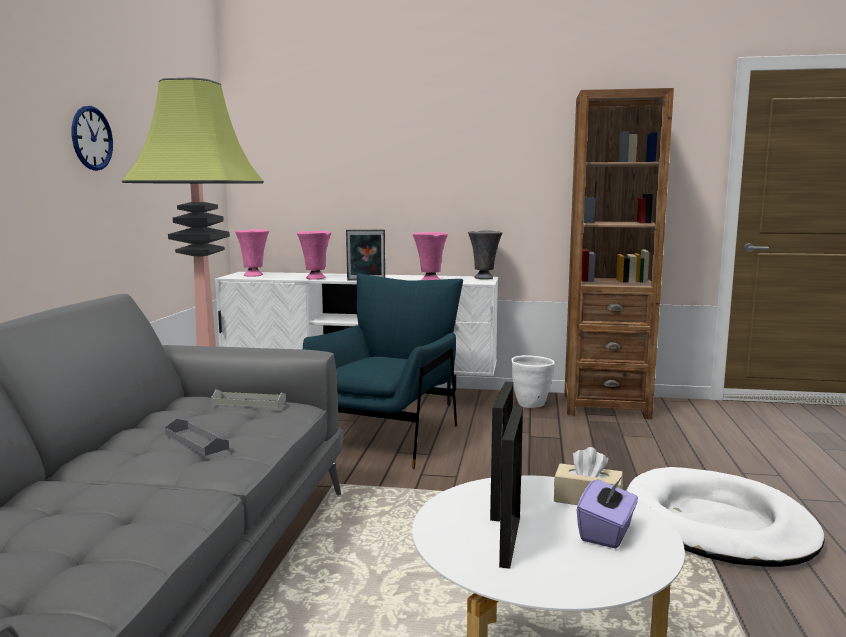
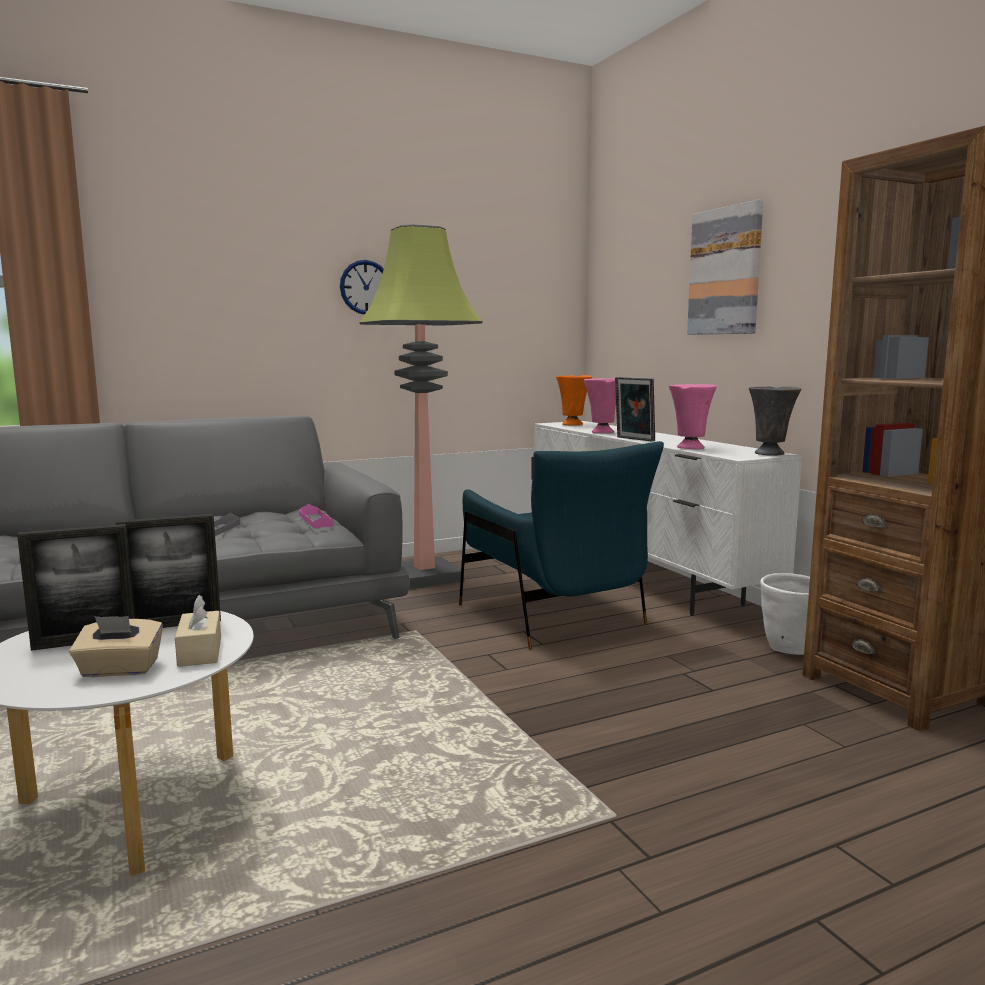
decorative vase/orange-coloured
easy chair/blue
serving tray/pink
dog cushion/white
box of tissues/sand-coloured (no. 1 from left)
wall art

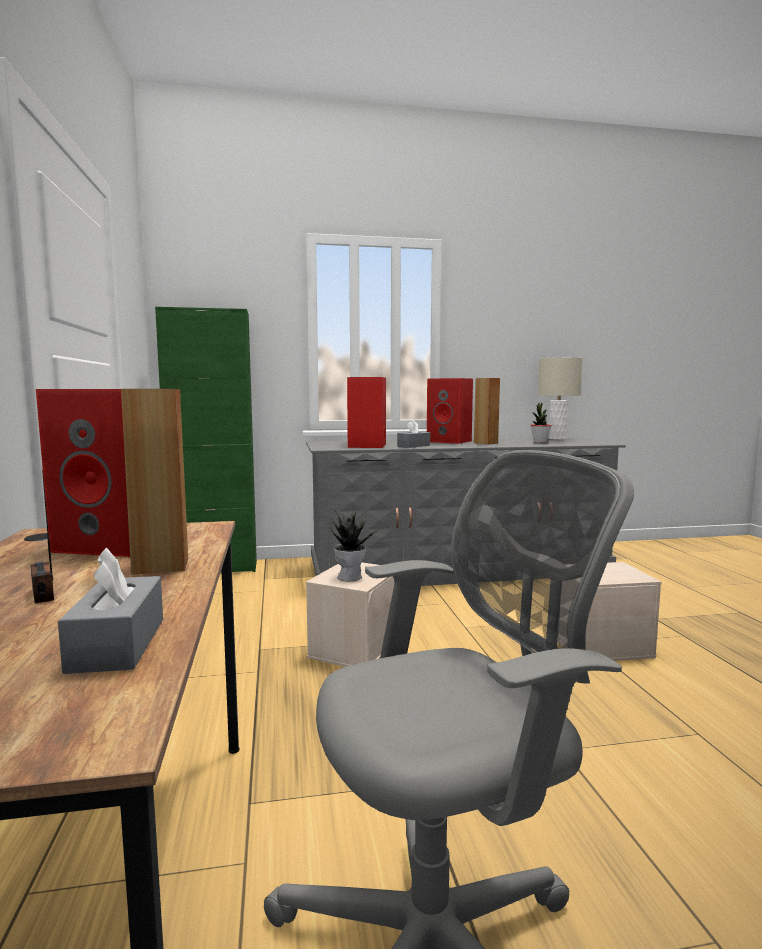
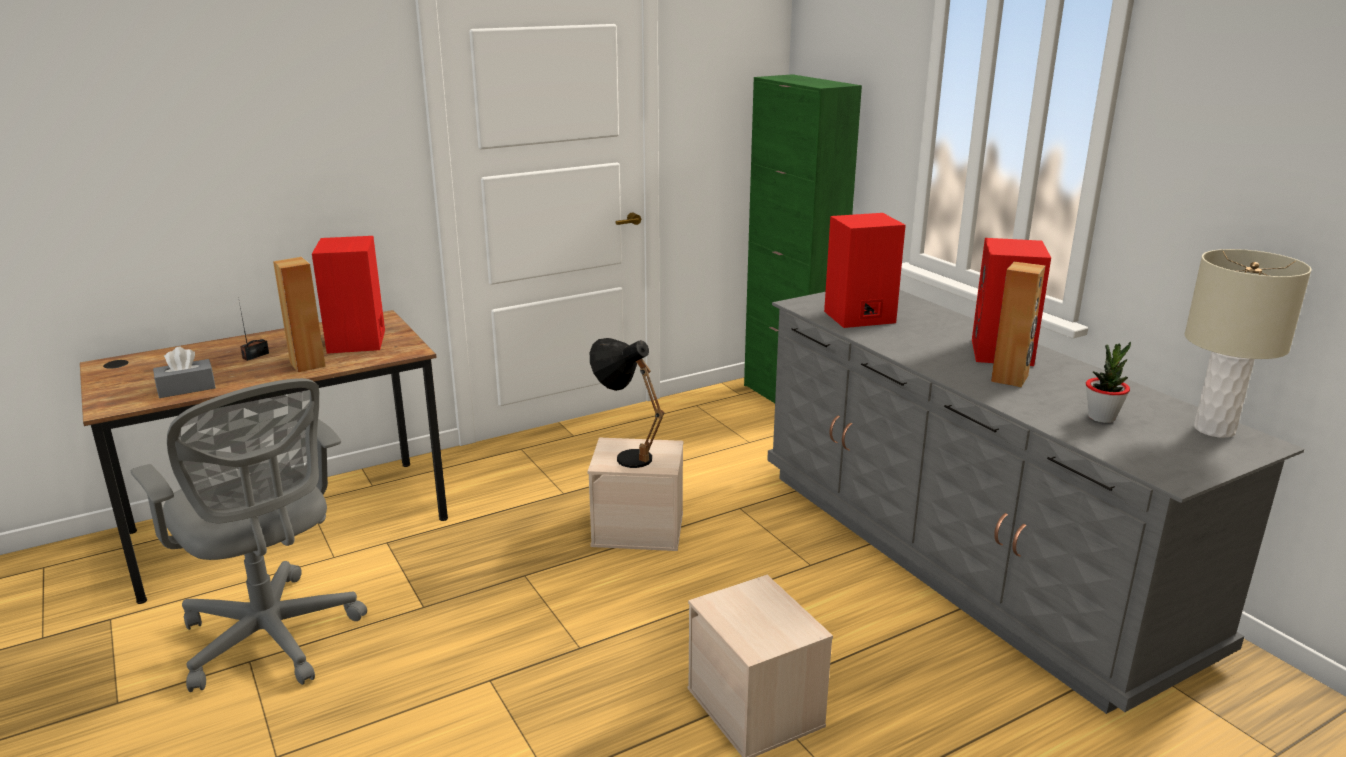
box of tissues/gray (no. 2 from left in the first image)
tabletop lamp/black-coloured

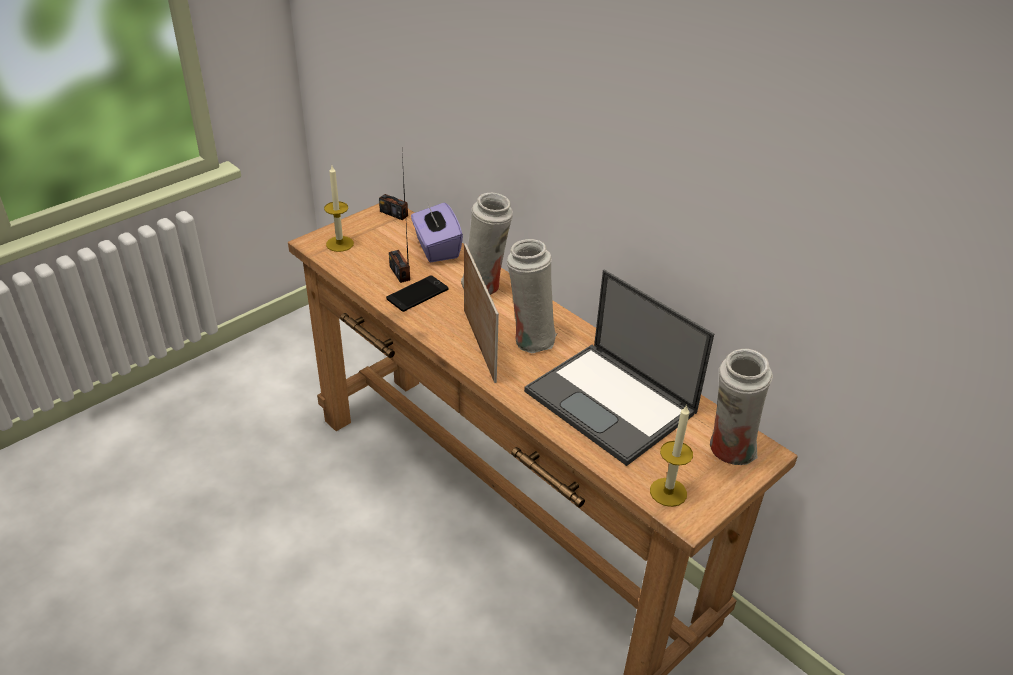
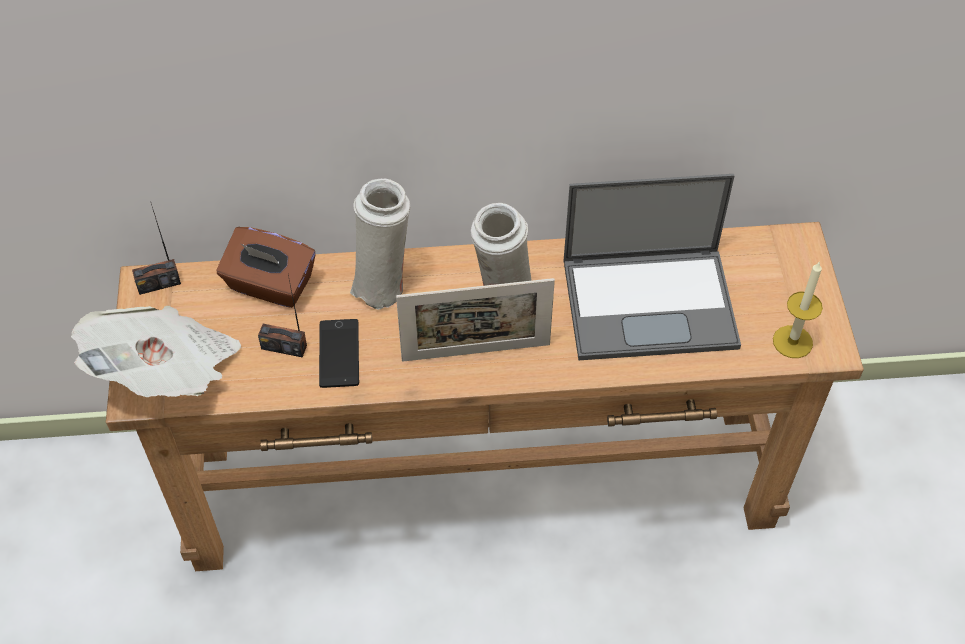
daily paper
box of tissues/brownish
photo frame
decorative vase/white (no. 3 from left in the first image)

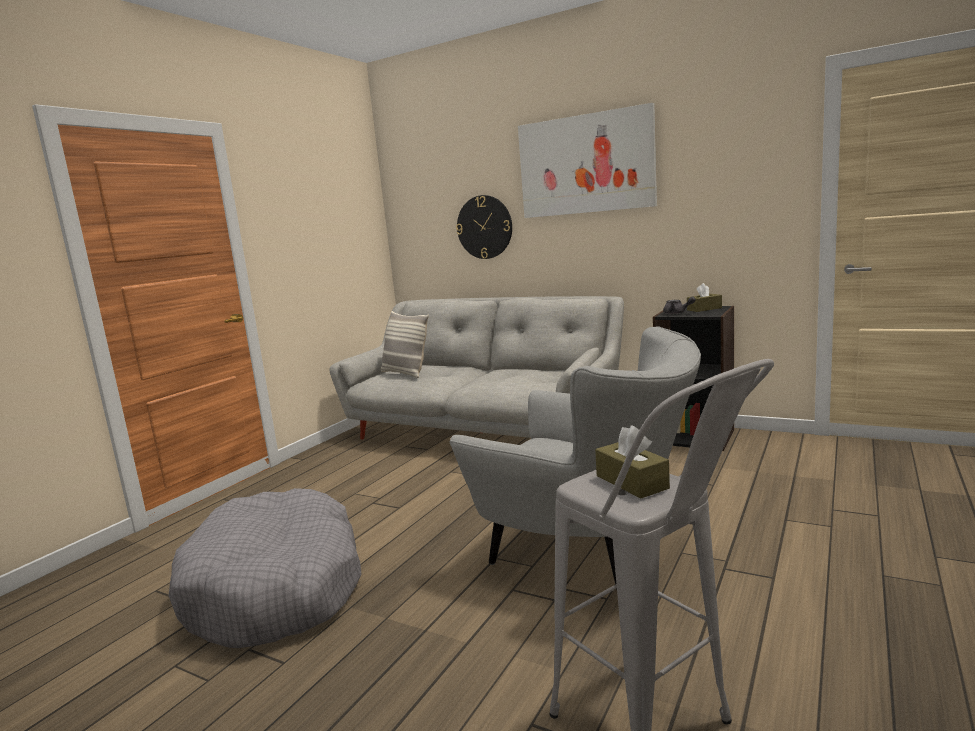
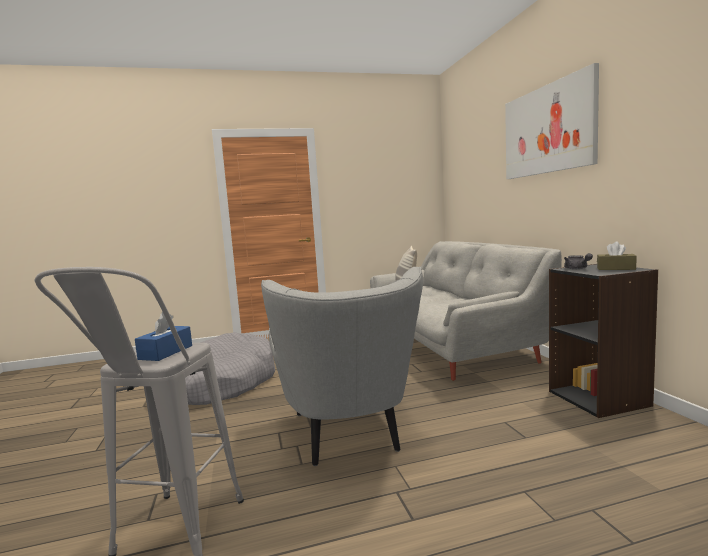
clock on the wall
box of tissues/blue

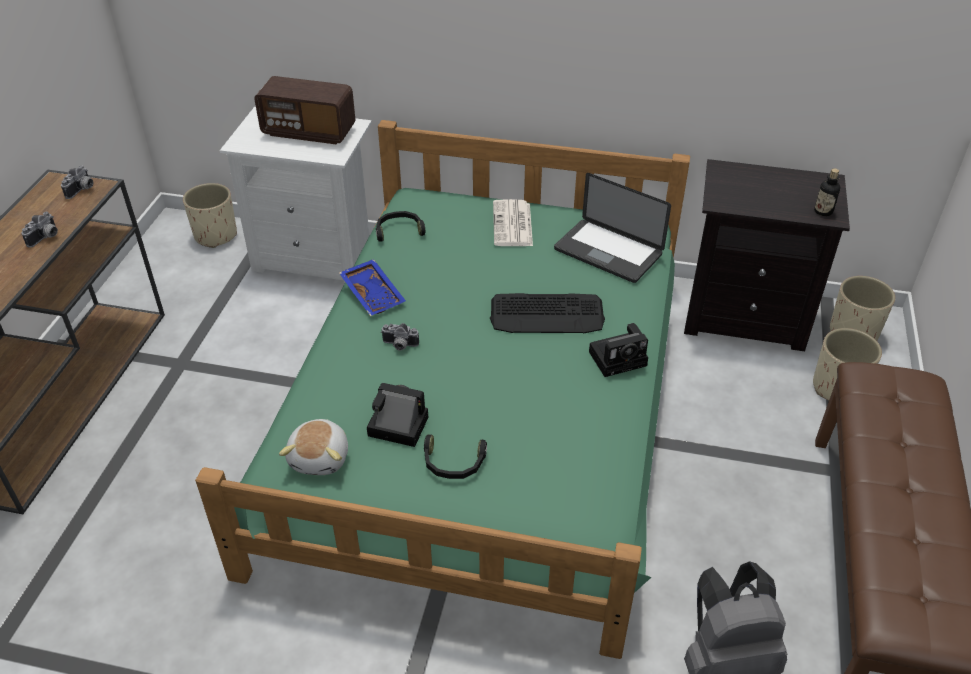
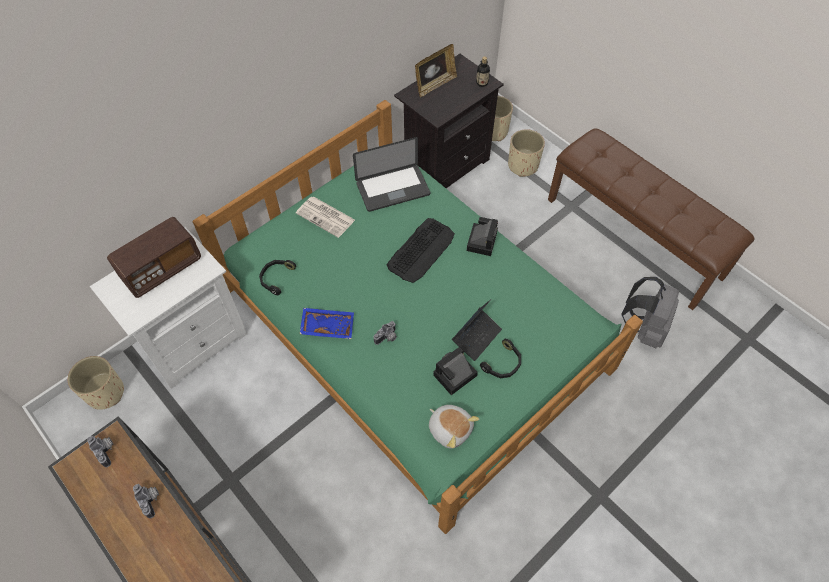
photo frame
portable computer (no. 2 from left)

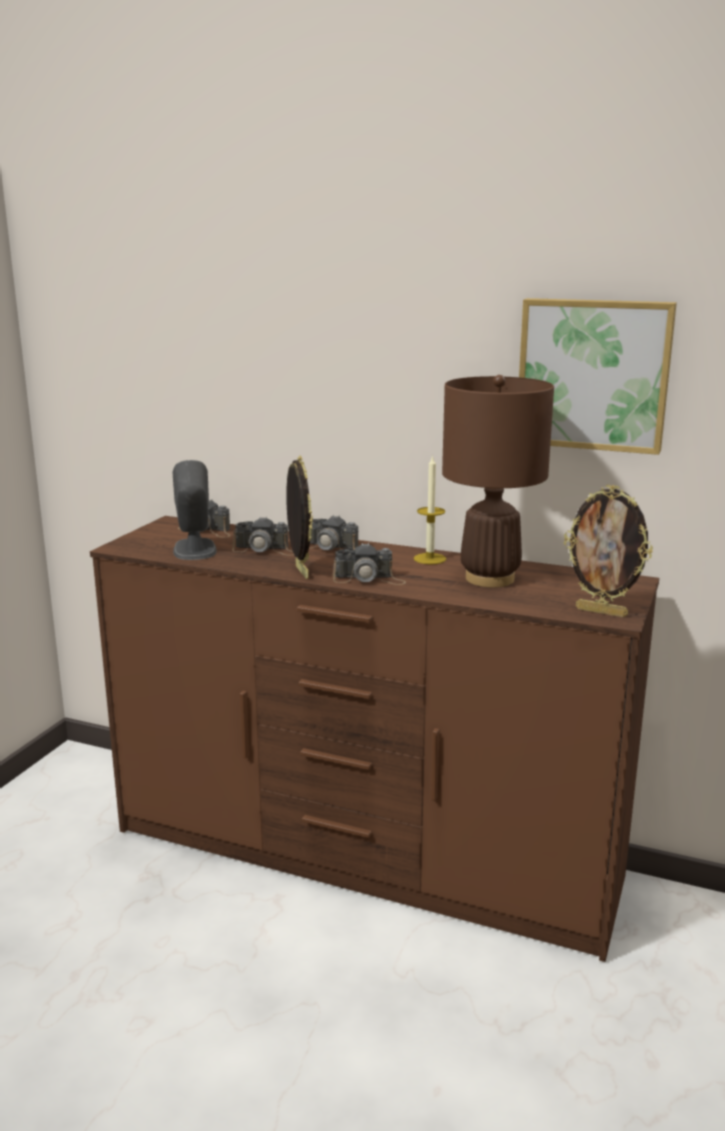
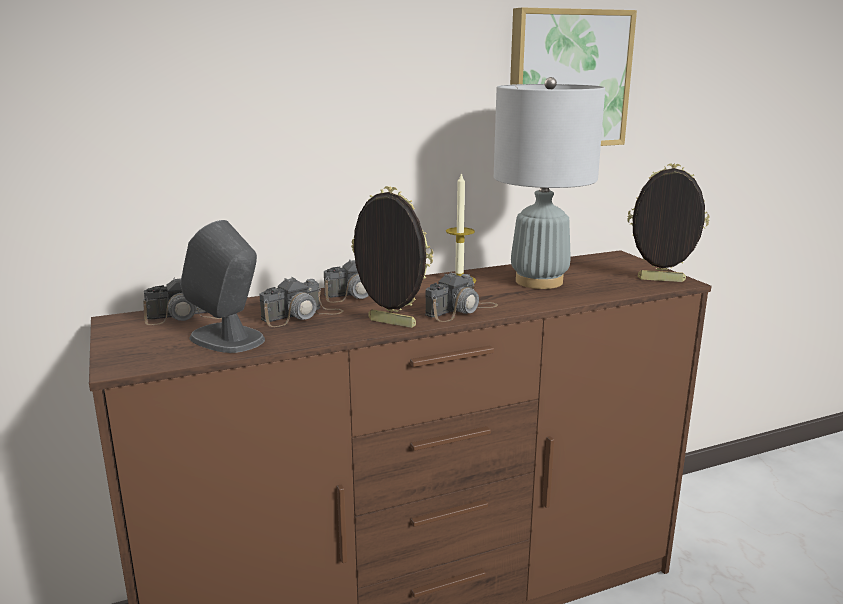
tabletop lamp/gray
photo frame (no. 2 from left)

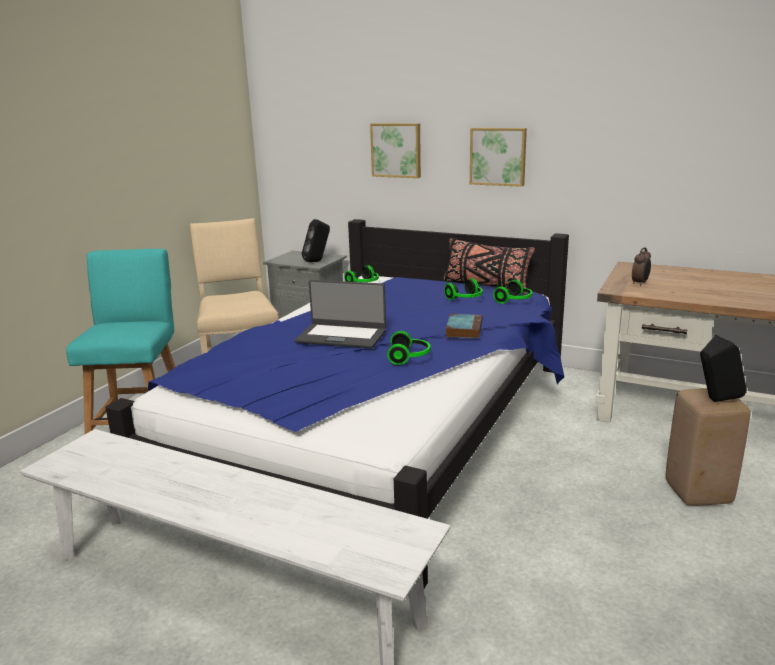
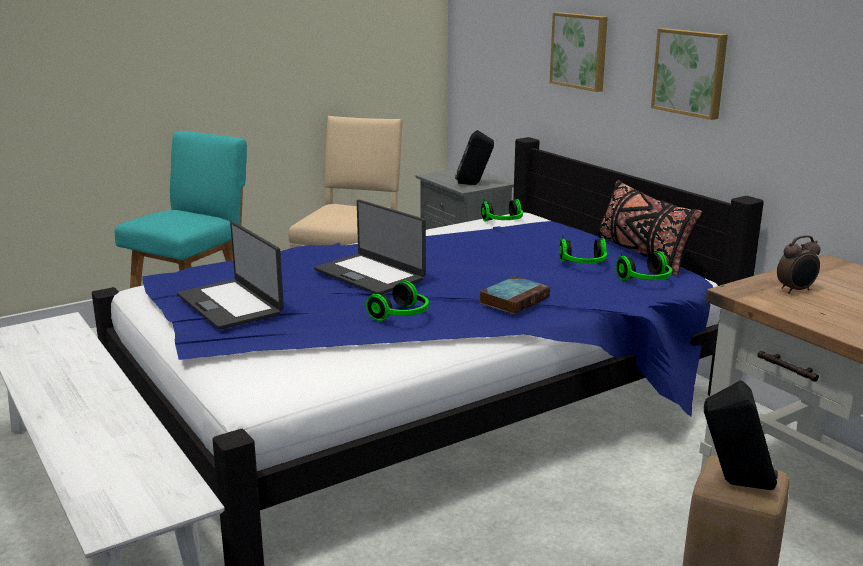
portable computer (no. 1 from left)

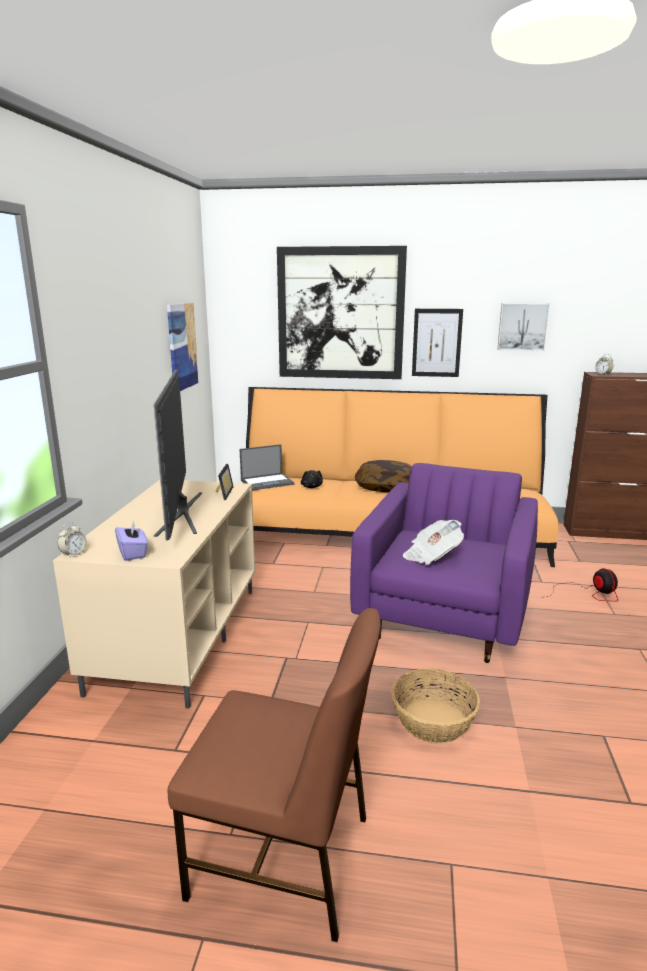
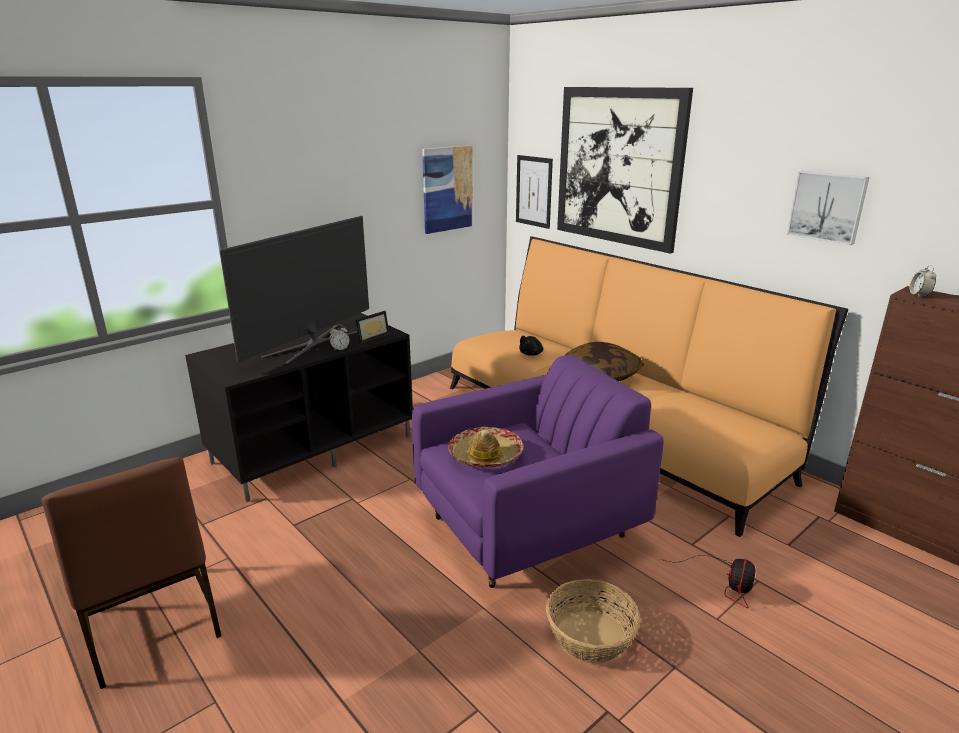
wall art (no. 2 from left)
portable computer
media console/black-coloured
box of tissues/purplish
hat
alarm clock (no. 1 from left)
basket

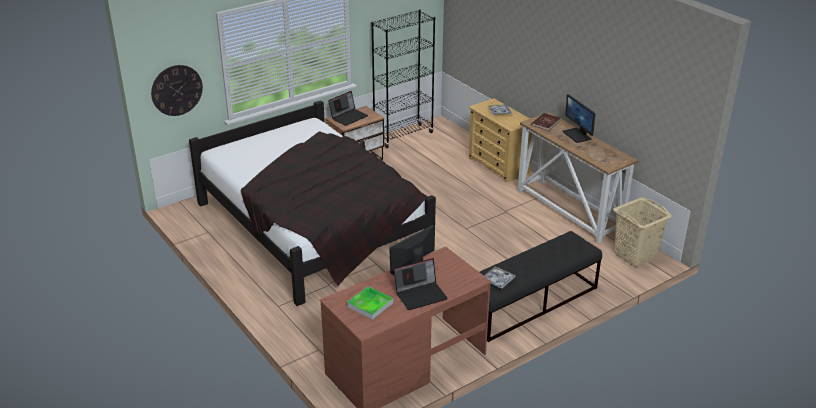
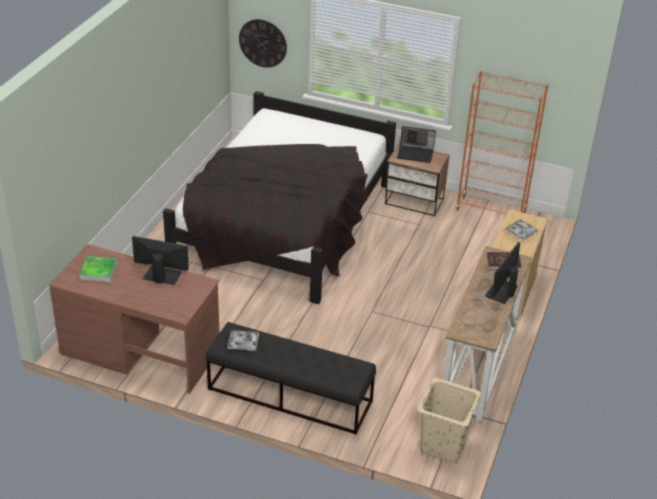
bookcase/orange-coloured
portable computer (no. 2 from left in the first image)

